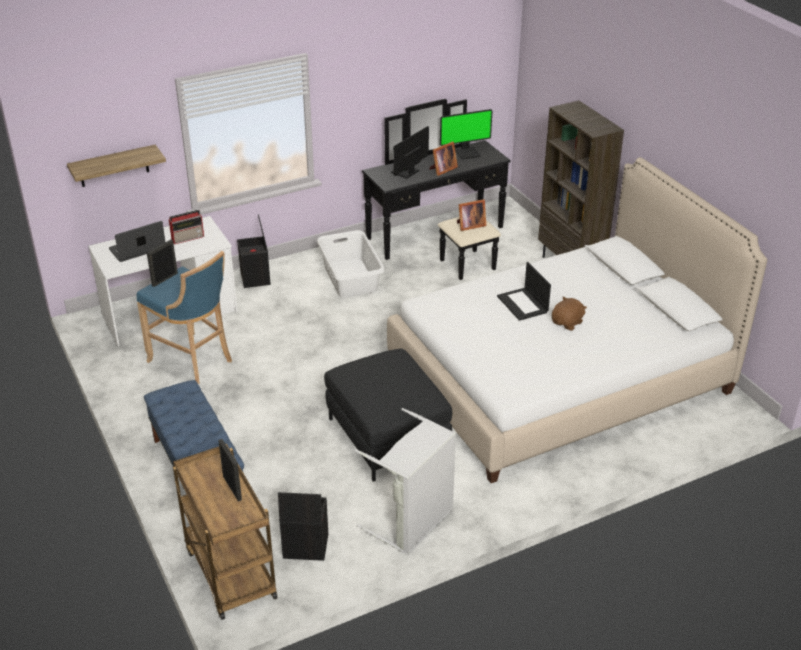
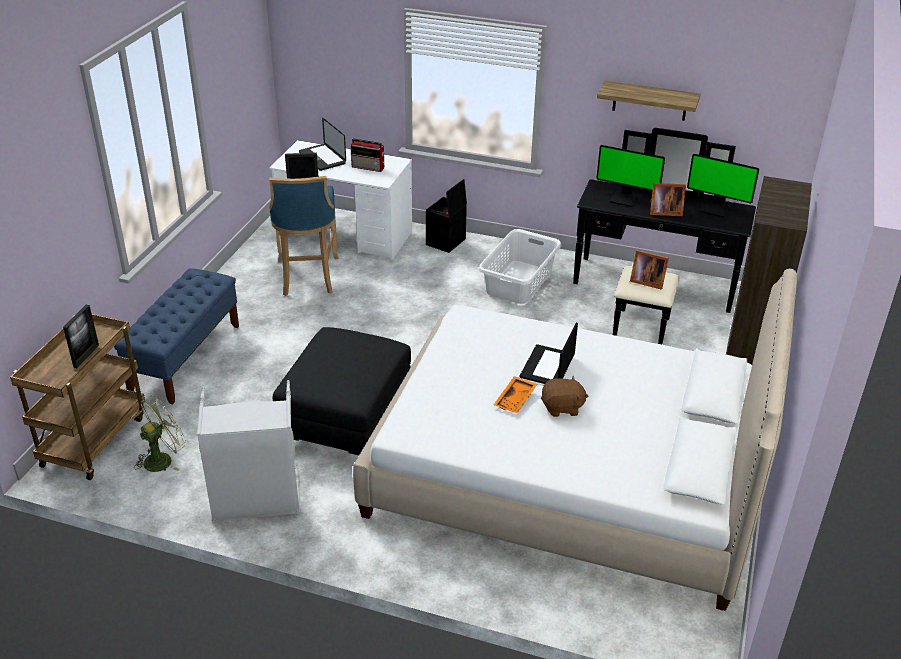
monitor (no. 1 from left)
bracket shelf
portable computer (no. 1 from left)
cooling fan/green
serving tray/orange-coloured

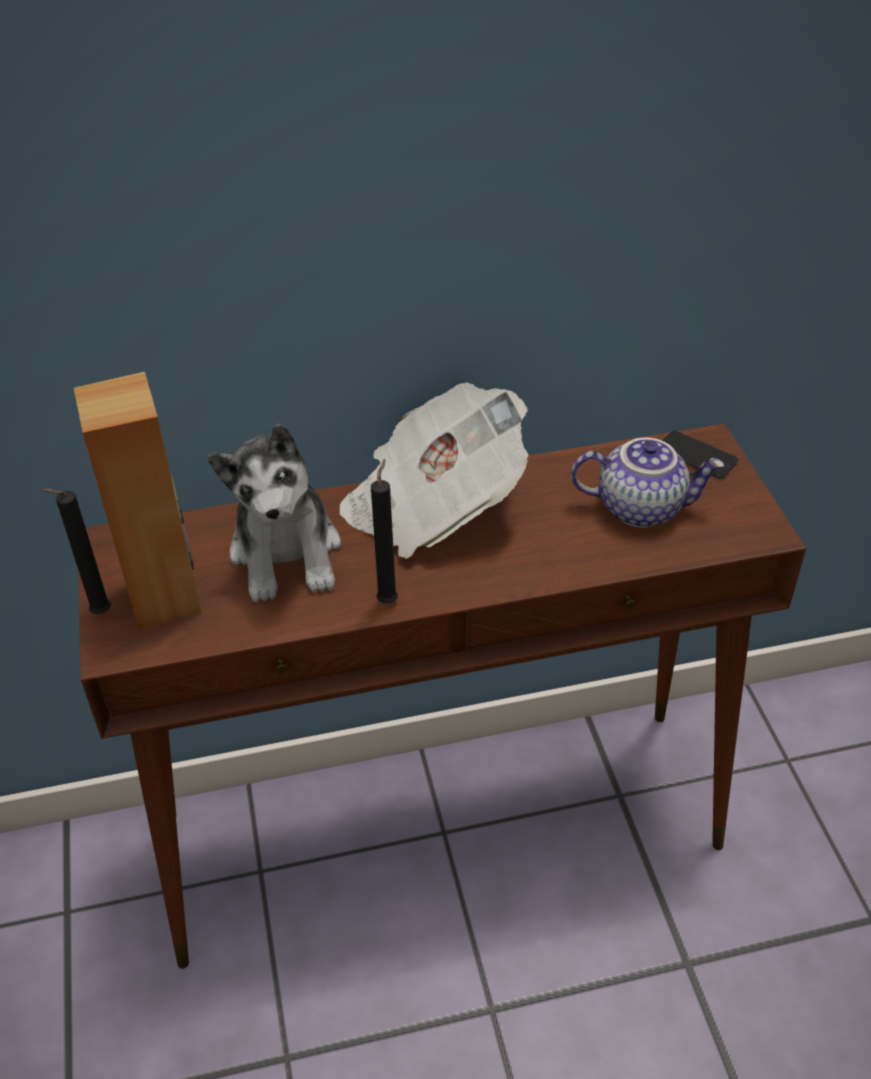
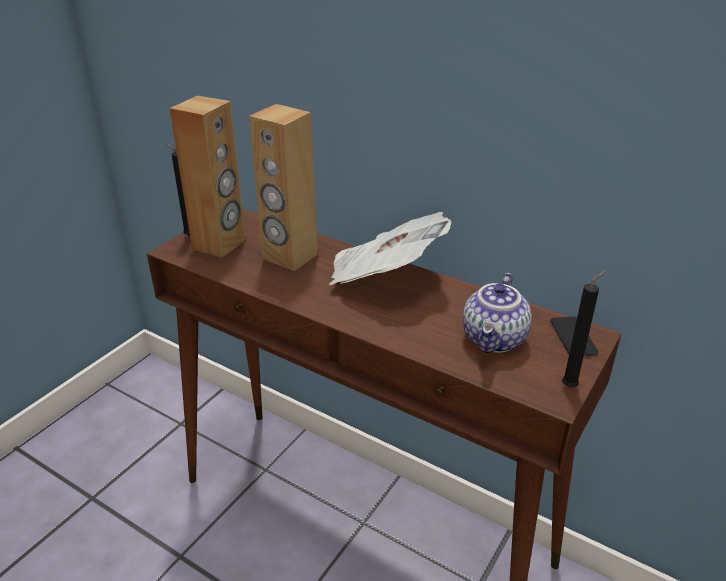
speaker/brownish (no. 2 from left)
pot for tea
candle/black-coloured (no. 2 from left)

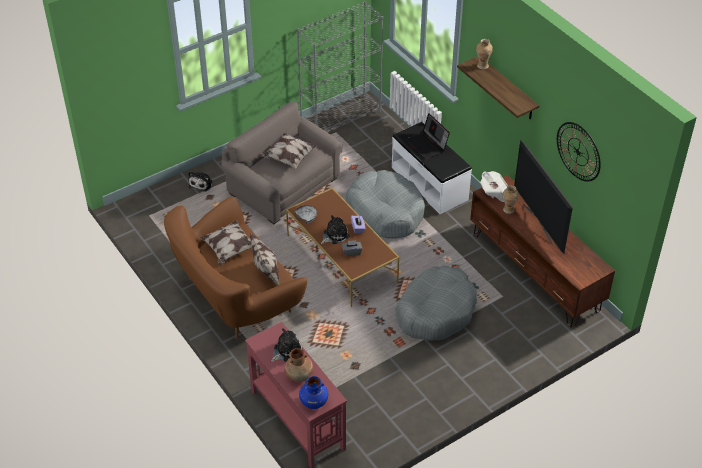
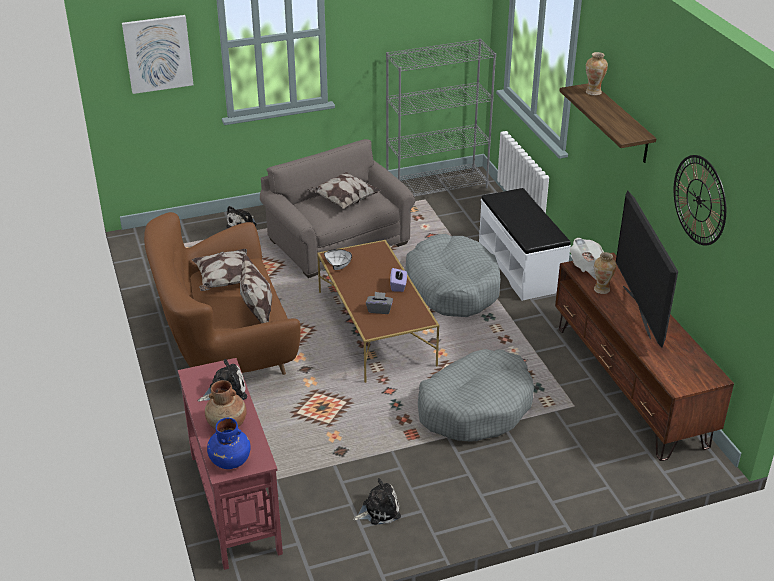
portable computer
cuddly toy (no. 3 from left)
wall art

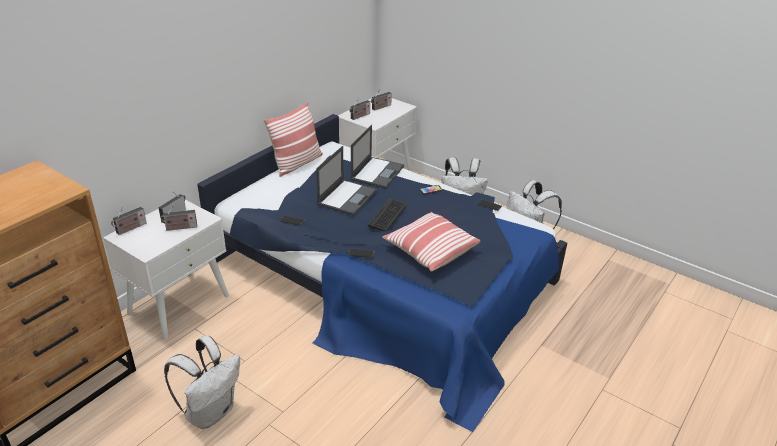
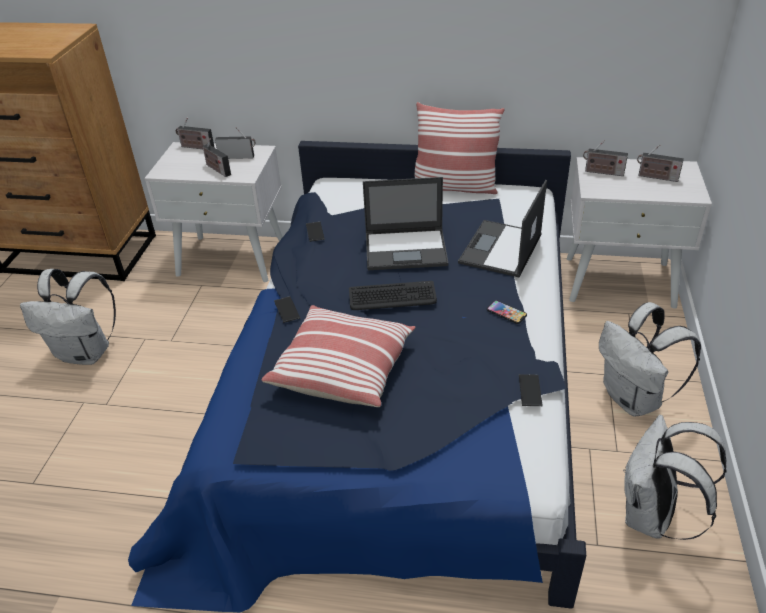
portable computer (no. 2 from left)

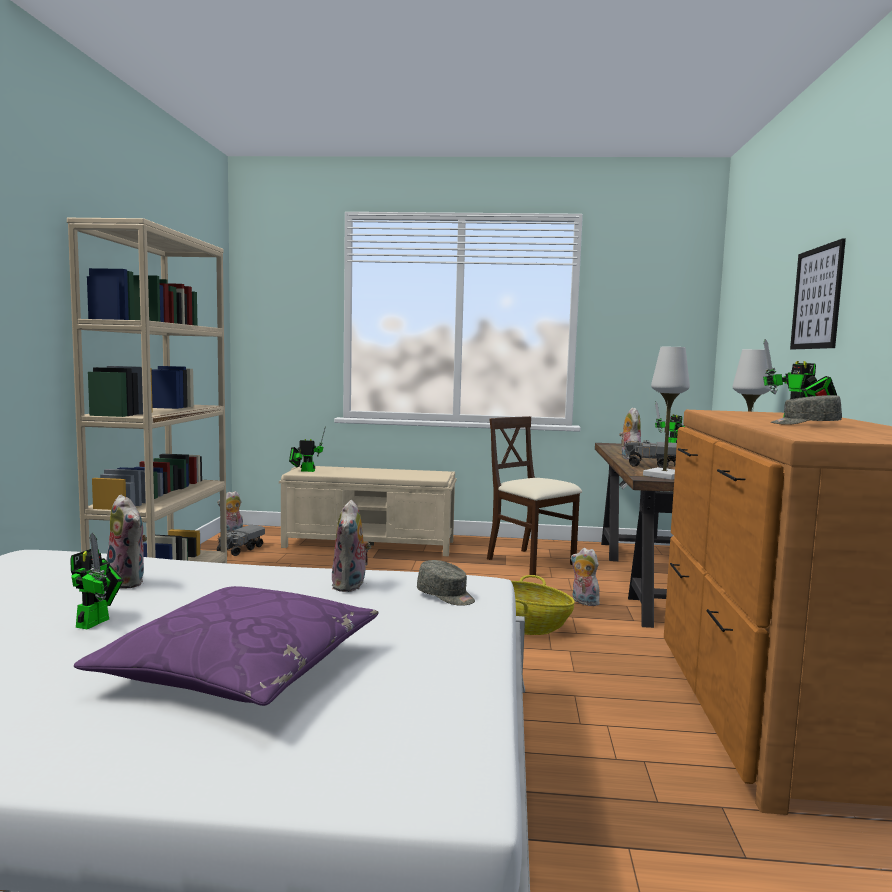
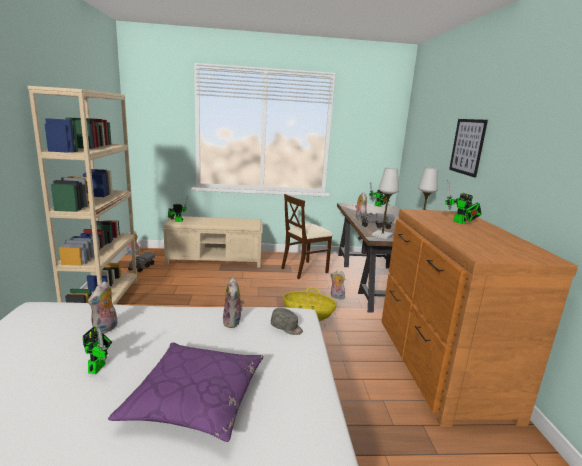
peaked cap/gray (no. 2 from left in the first image)
plain chair/sand-coloured
cuddly toy (no. 1 from left)

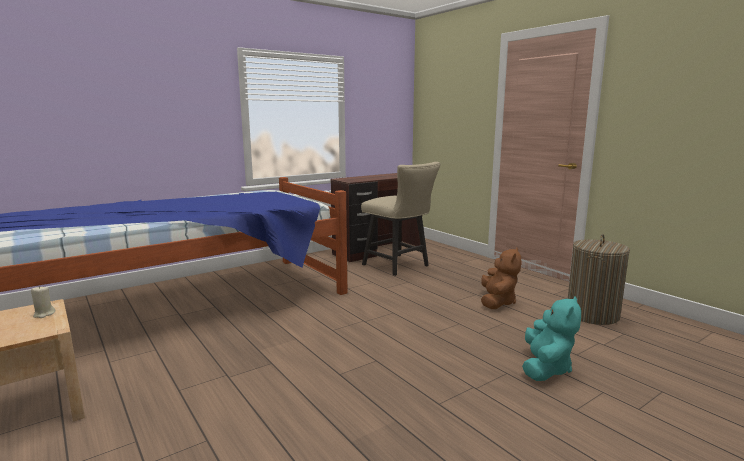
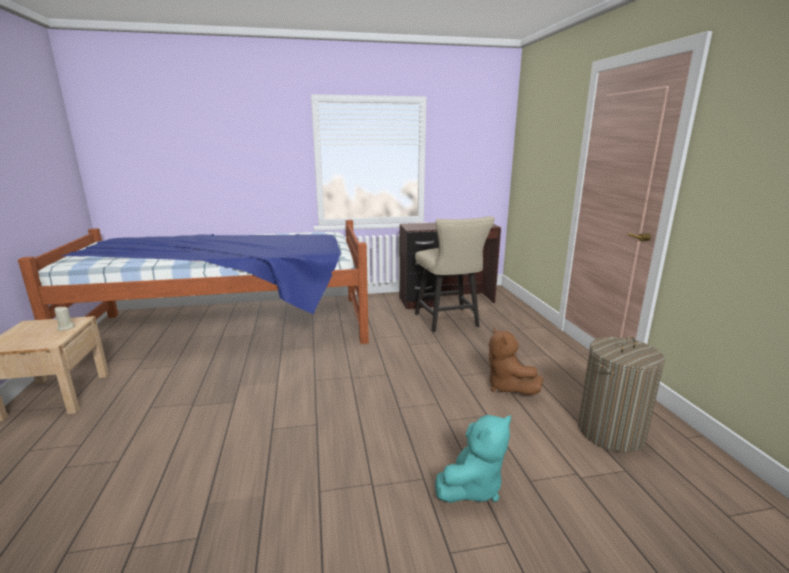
cuddly toy/brownish

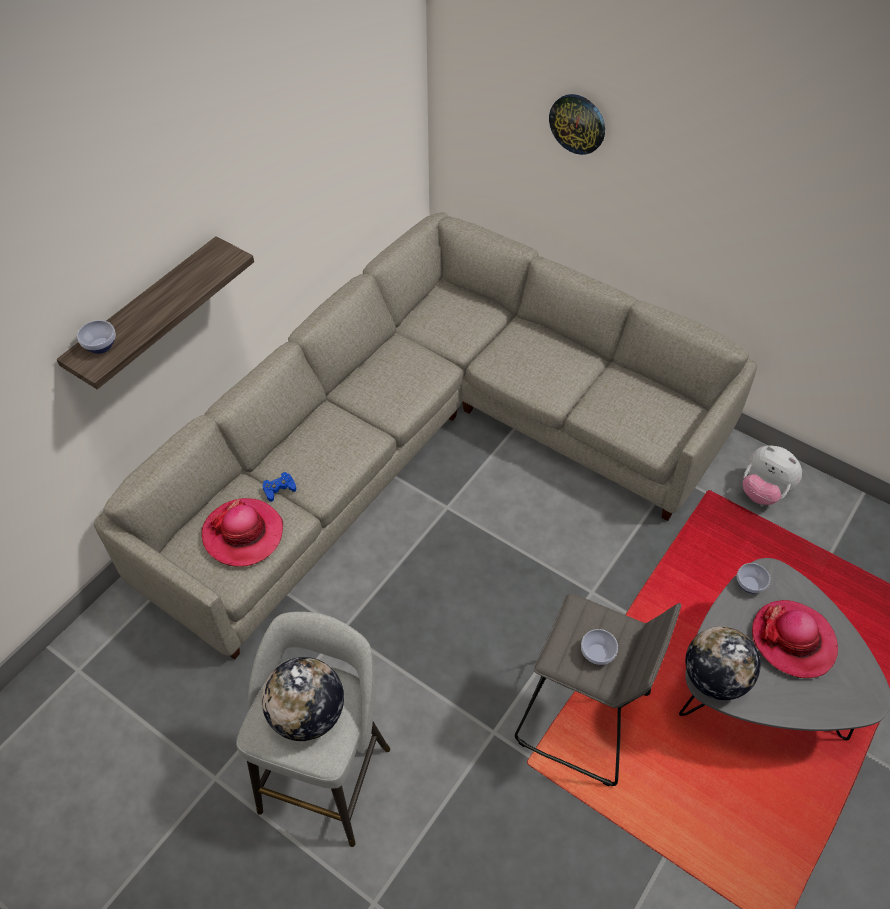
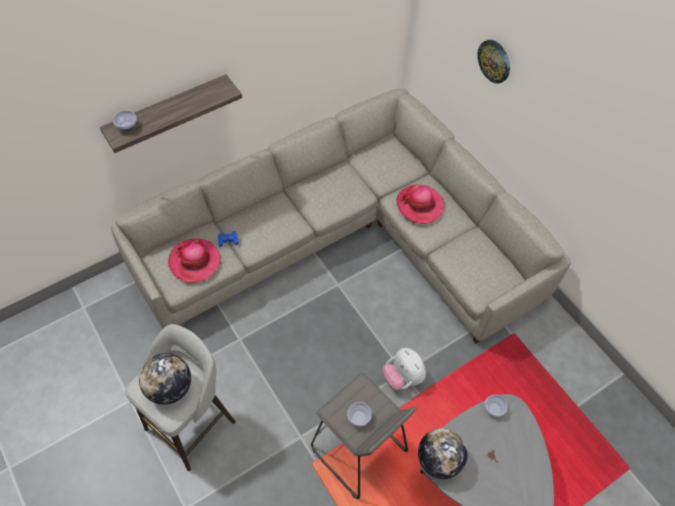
cuddly toy
hat (no. 2 from left)

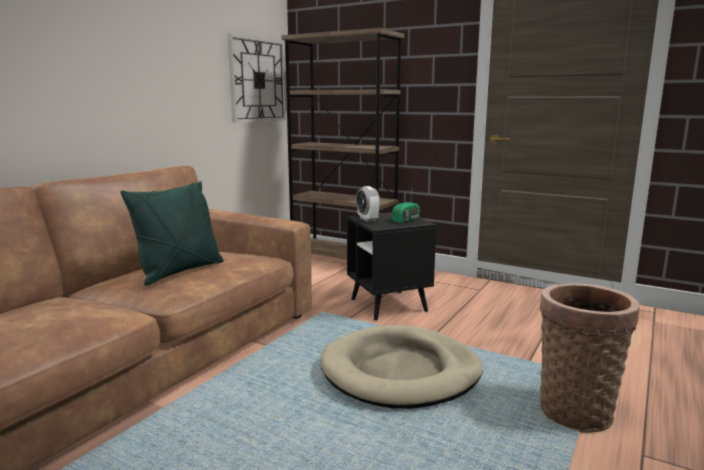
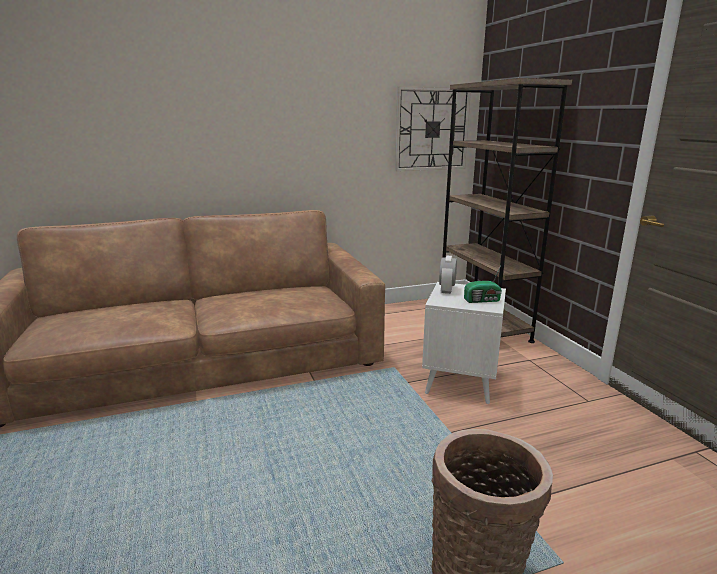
pillow/green
accent table/white
dog cushion/sand-coloured

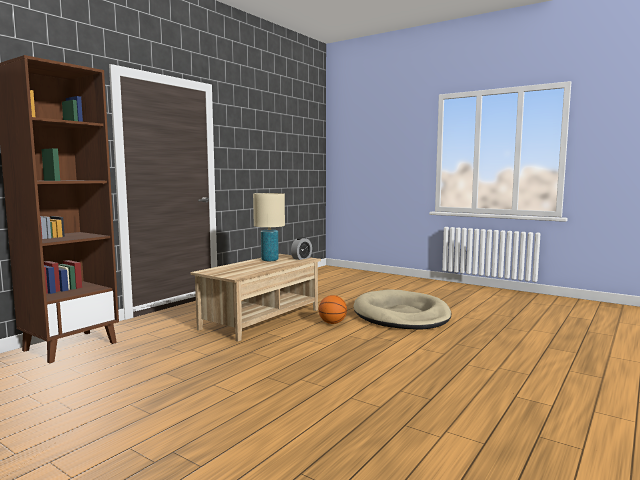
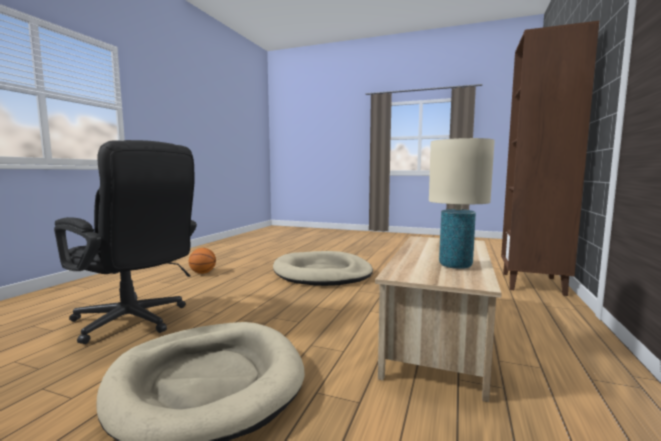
alarm clock
ball for basketball
desk chair/black-coloured
dog cushion/sand-coloured (no. 2 from left)

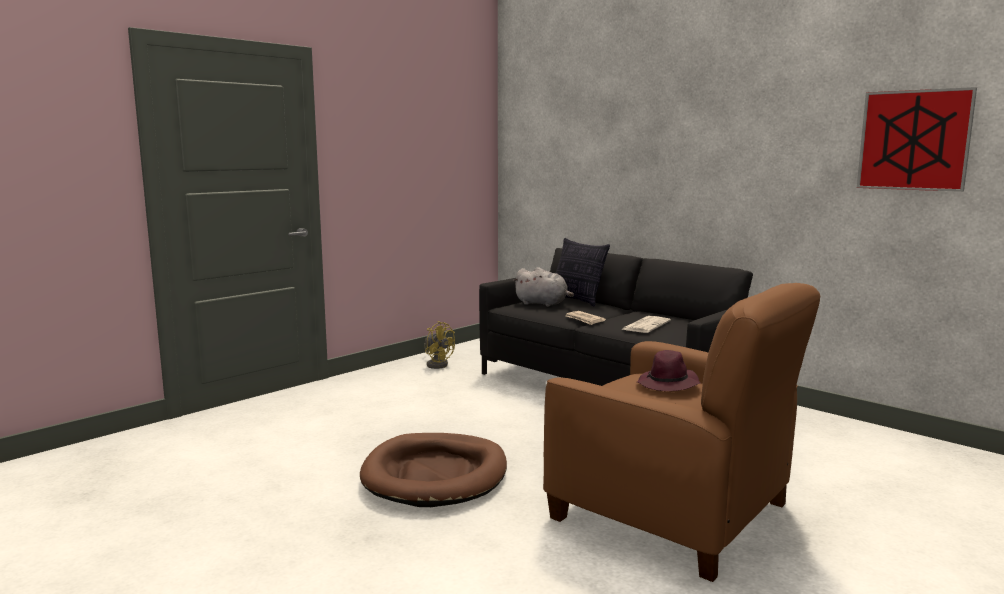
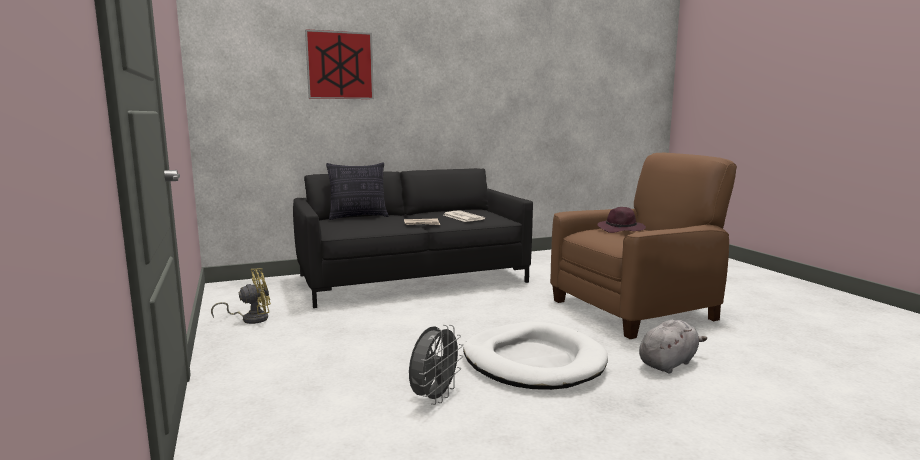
wall art
cuddly toy/gray
dog cushion/white
cooling fan/gray

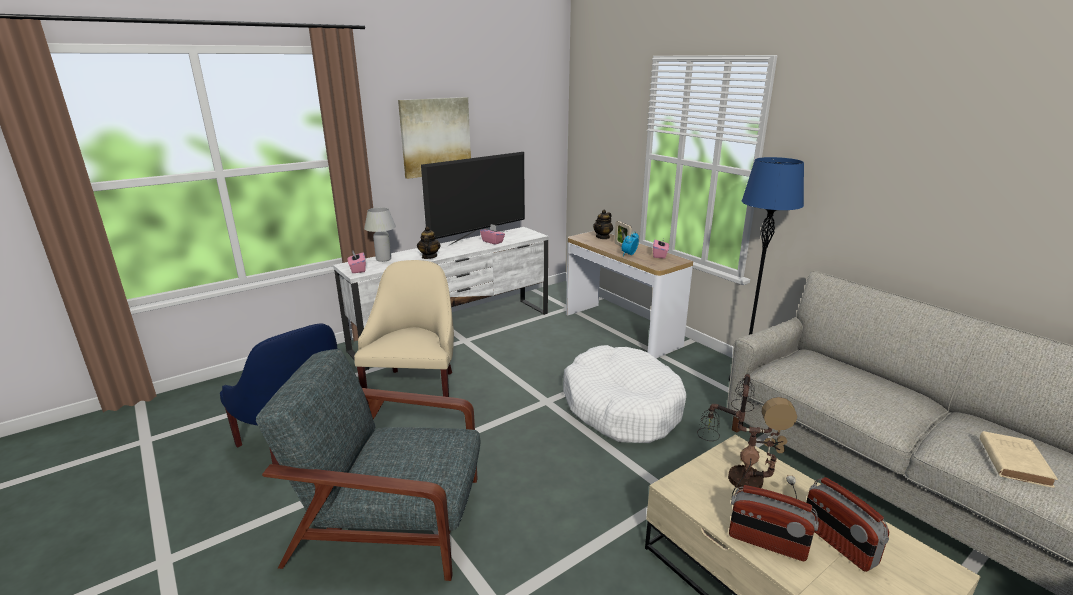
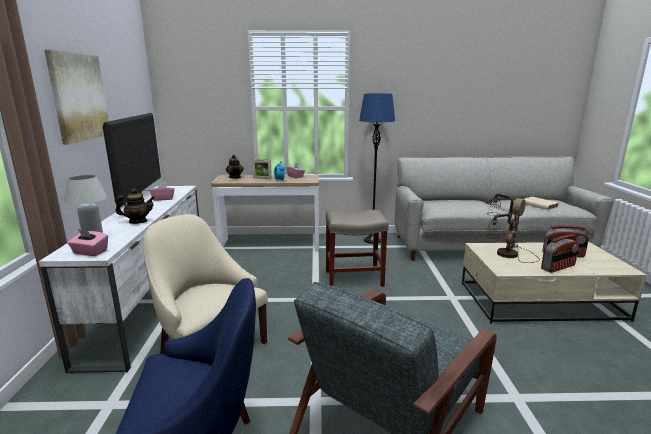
pot for tea (no. 1 from left)
stool seat/sand-coloured

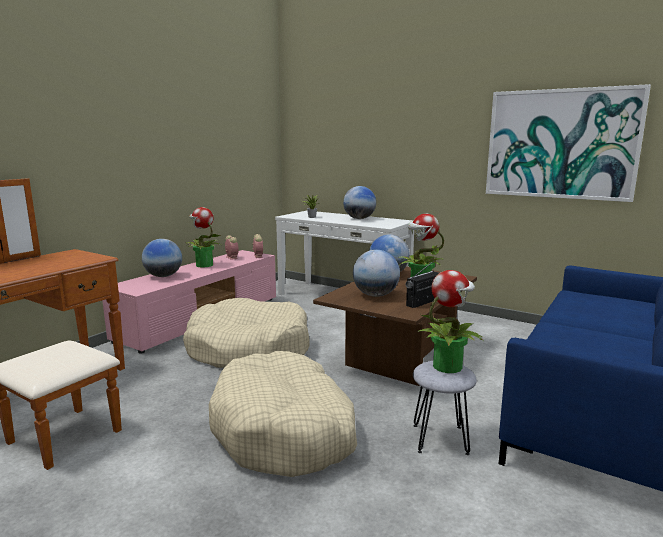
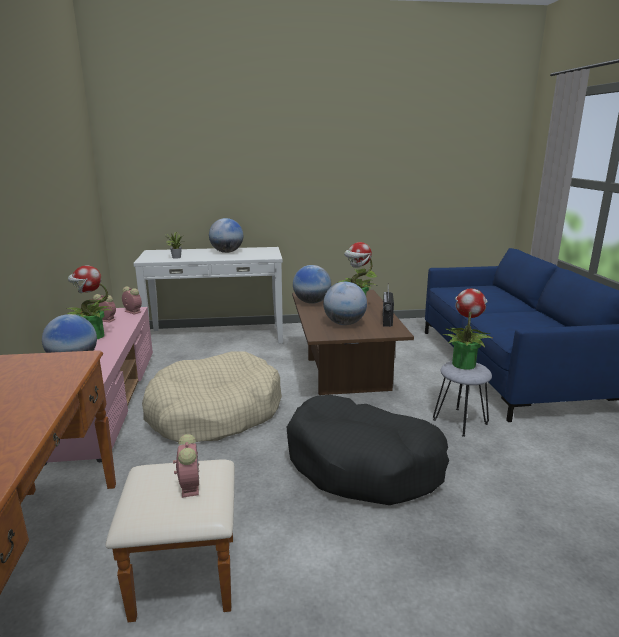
wall art
dog cushion/black-coloured
alarm clock (no. 3 from left)

